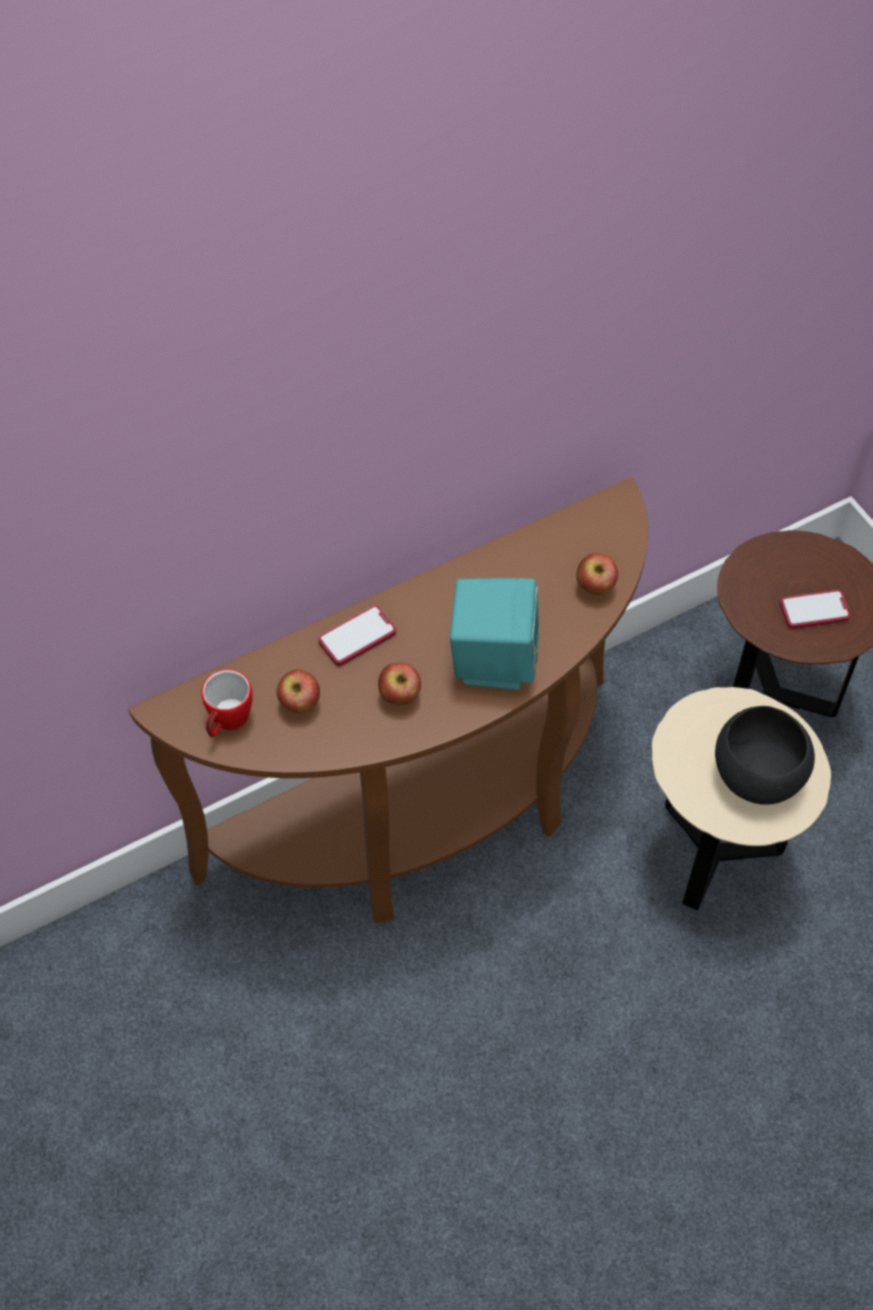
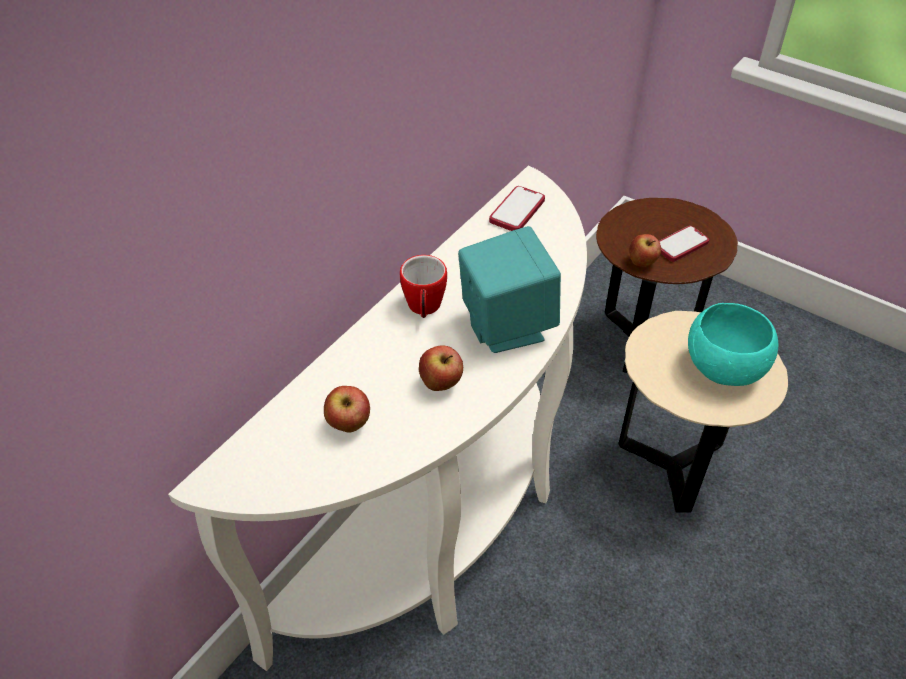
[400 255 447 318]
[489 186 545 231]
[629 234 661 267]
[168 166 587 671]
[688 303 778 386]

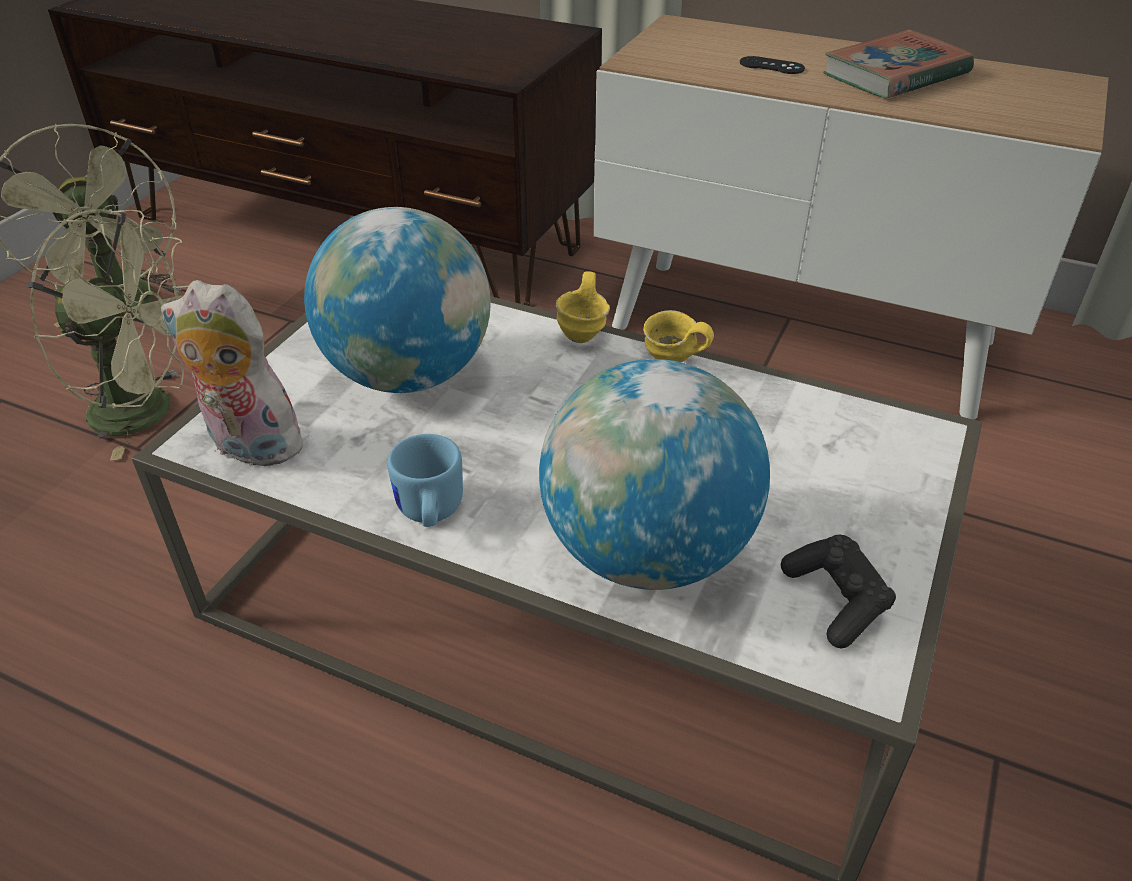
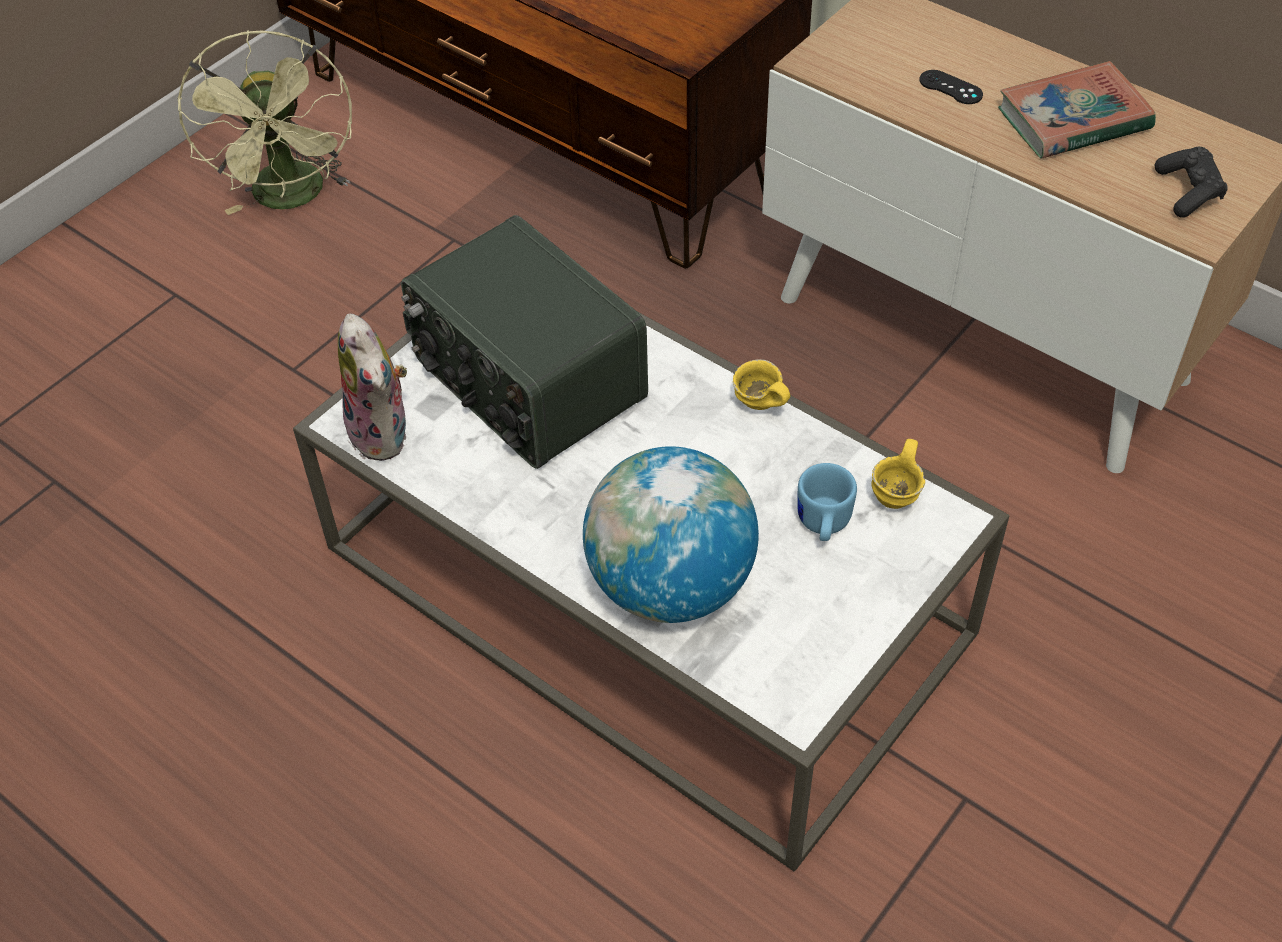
[28 209 189 461] (first image)
[797 463 857 541]
[871 439 925 509]
[1155 147 1228 218]
[401 215 648 469]
[338 313 407 461]

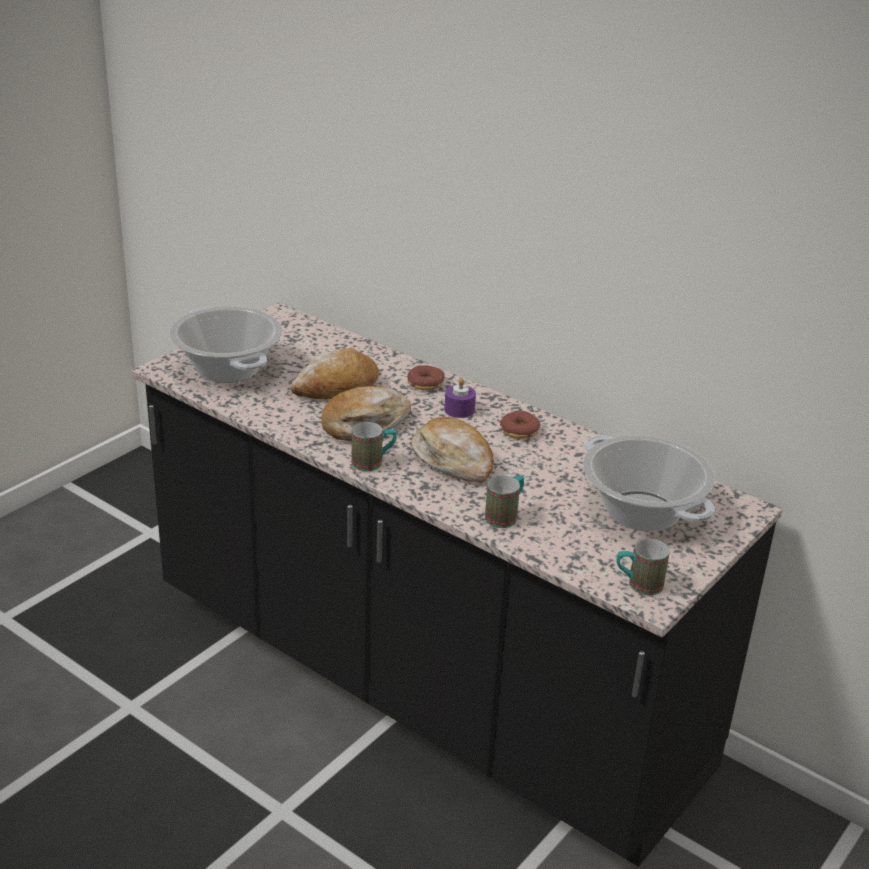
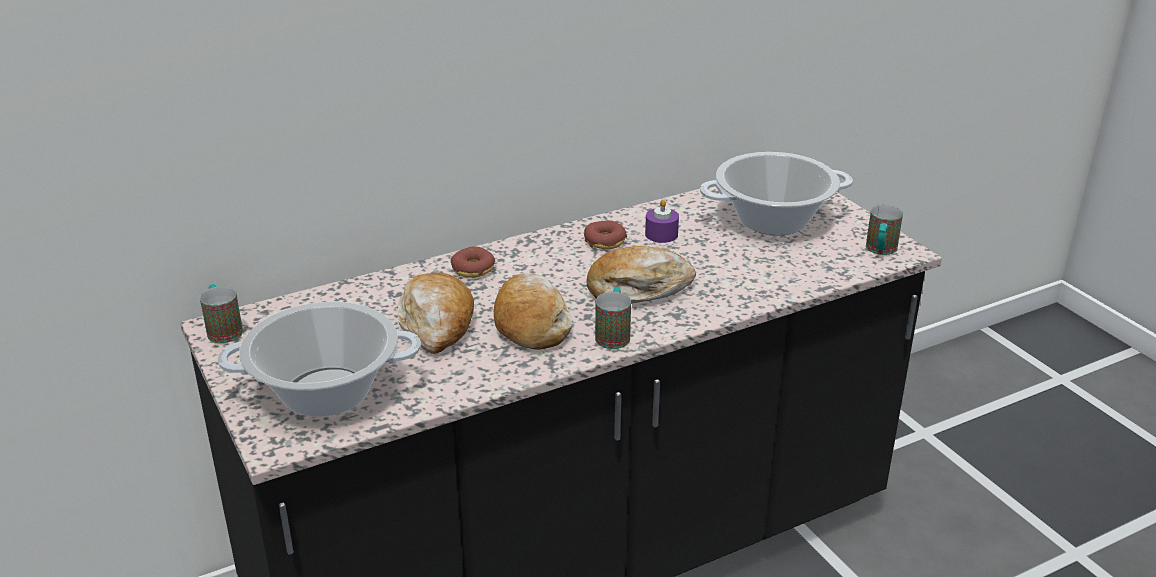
[645 199 679 243]
[200 284 243 343]

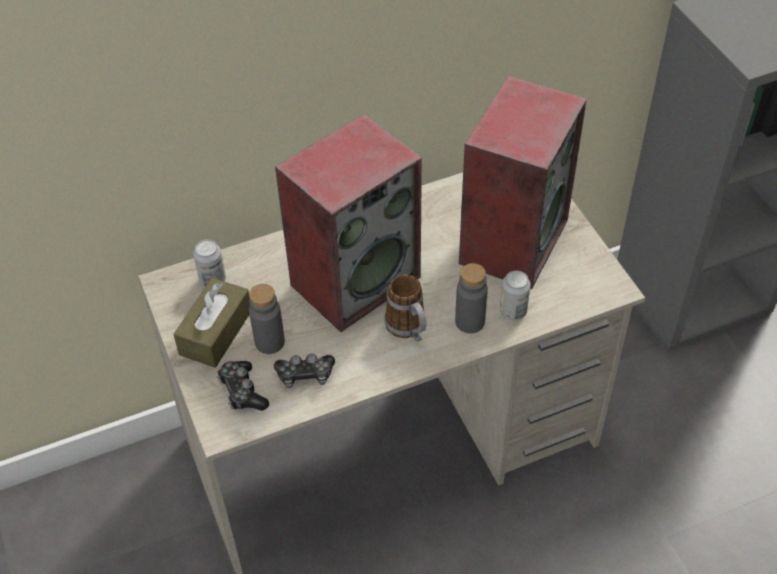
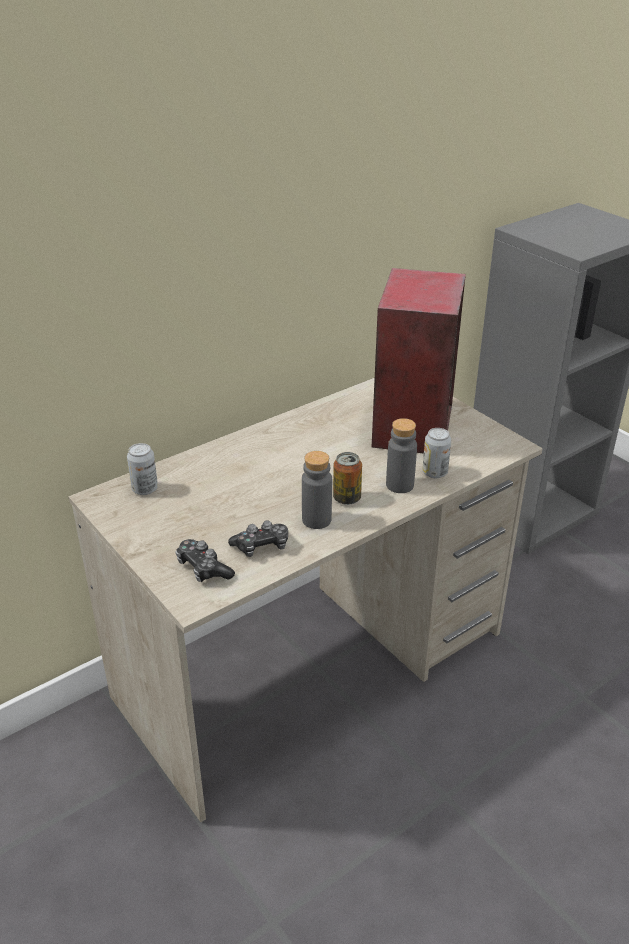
[173 278 250 368] (first image)
[275 114 422 332] (first image)
[302 451 332 529]
[333 452 362 505]

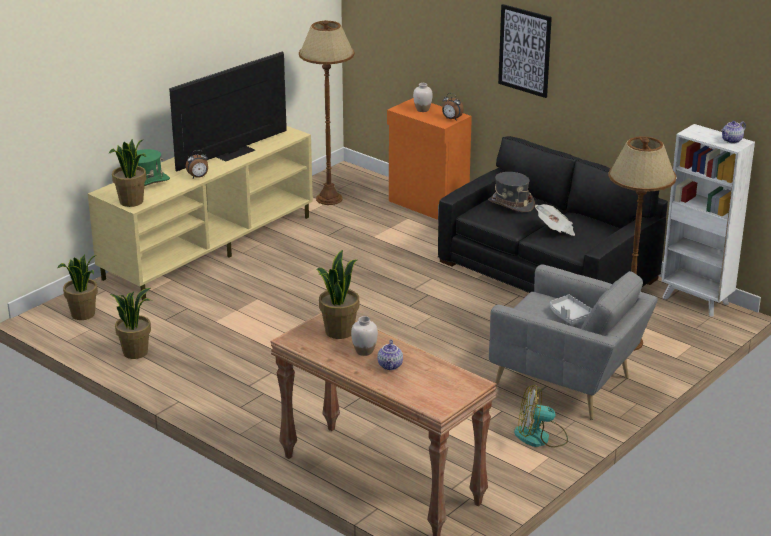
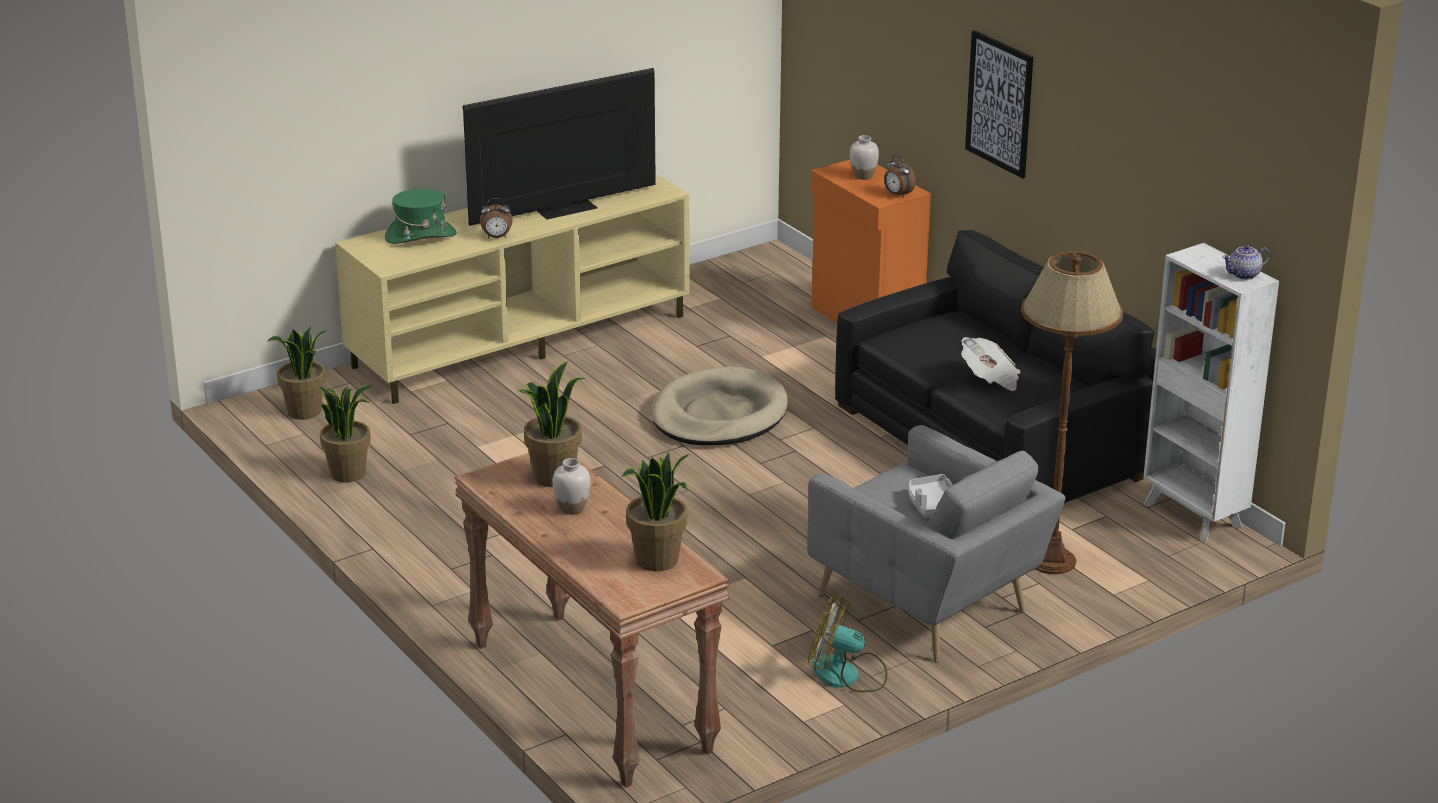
[299 20 355 205] (first image)
[377 340 403 370] (first image)
[488 172 535 213] (first image)
[651 367 788 445]
[621 452 689 572]

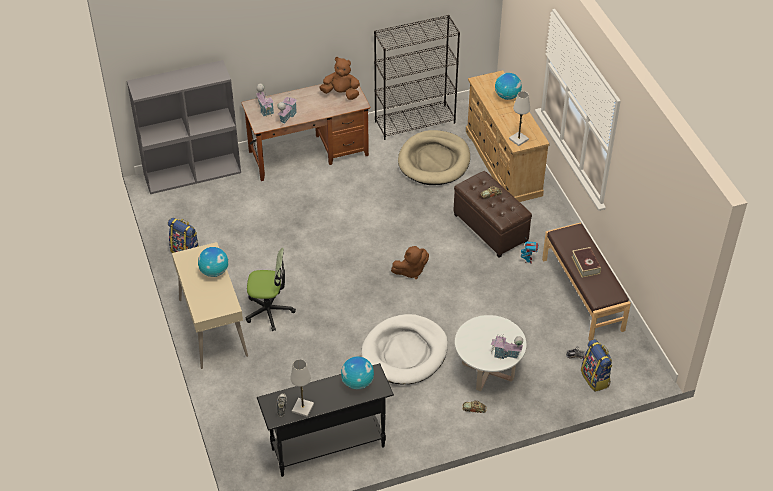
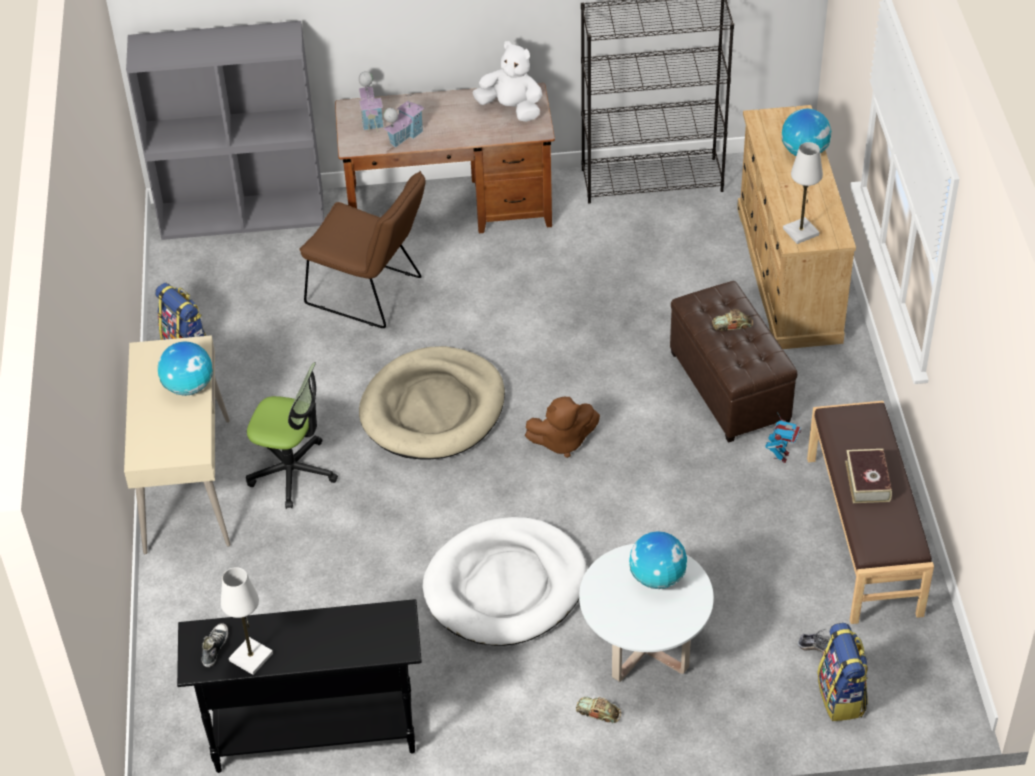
[491 334 523 359] (first image)
[299 171 425 328]
[629 531 687 589]
[359 346 505 460]
[472 41 542 122]

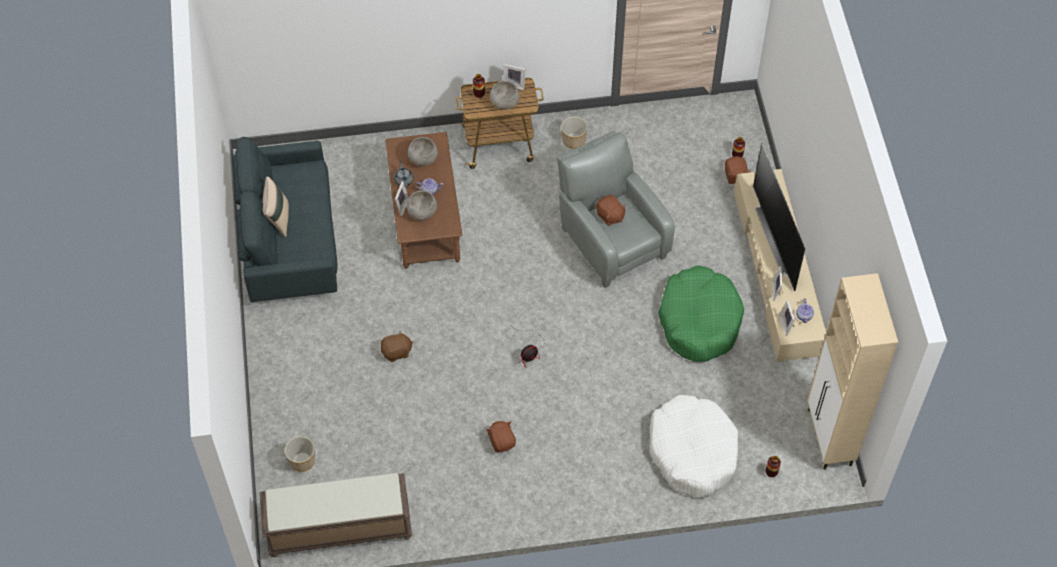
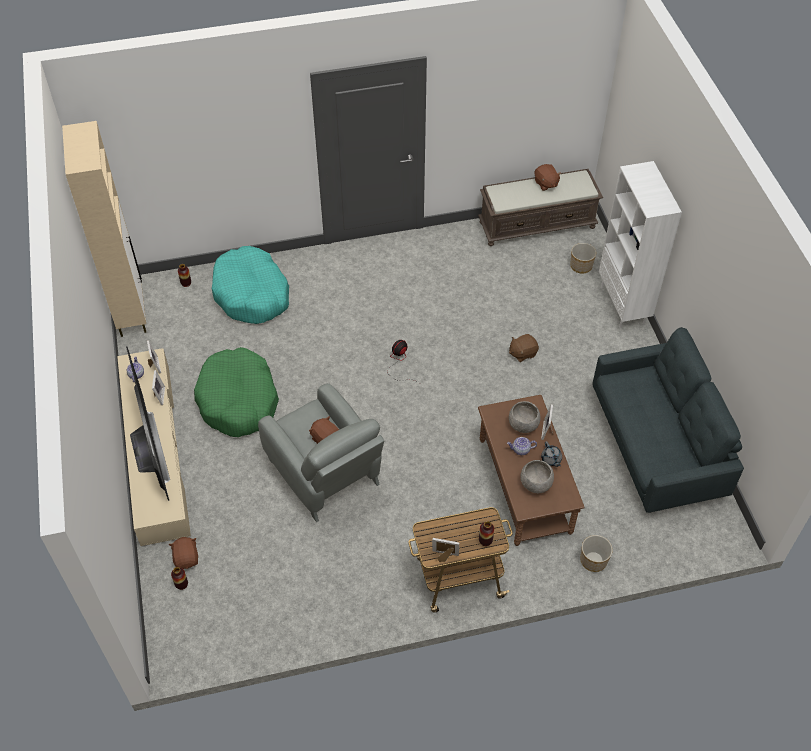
[263 176 289 237] (first image)
[490 81 520 110] (first image)
[599 161 682 328]
[534 164 561 191]
[580 535 613 572]
[212 246 289 324]

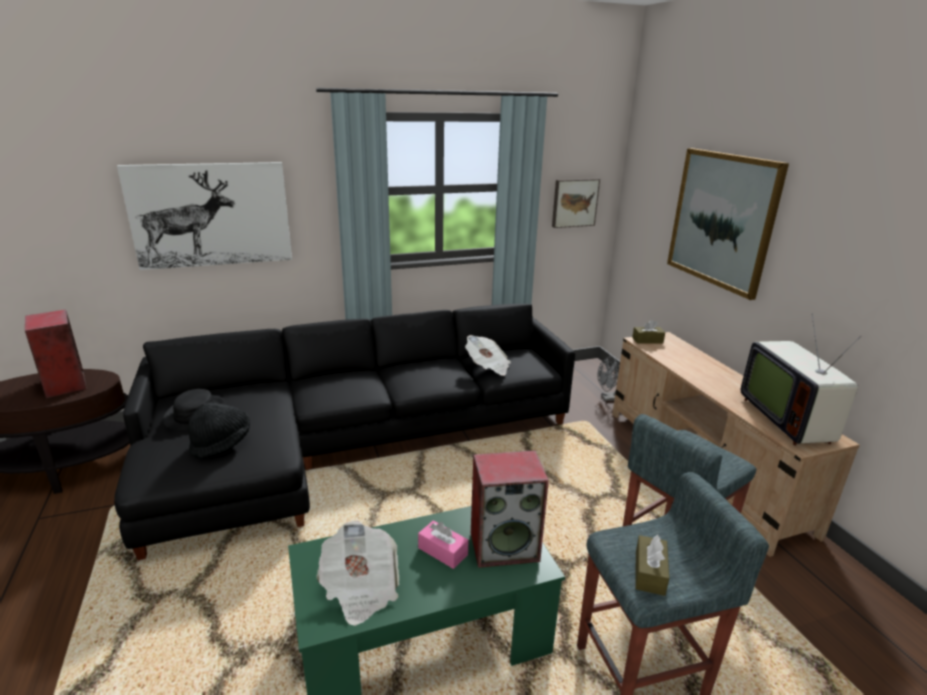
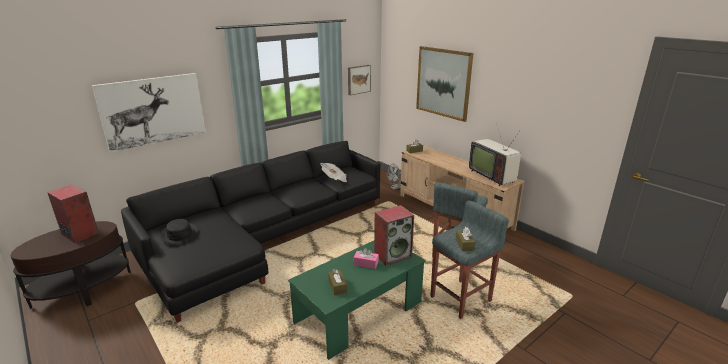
[188 402 250 458] (first image)
[328 269 347 295]

